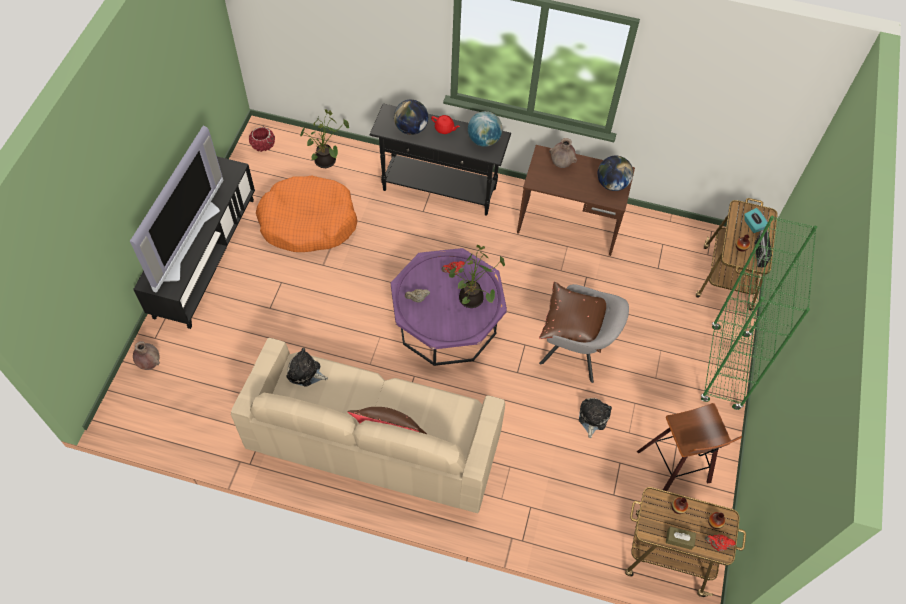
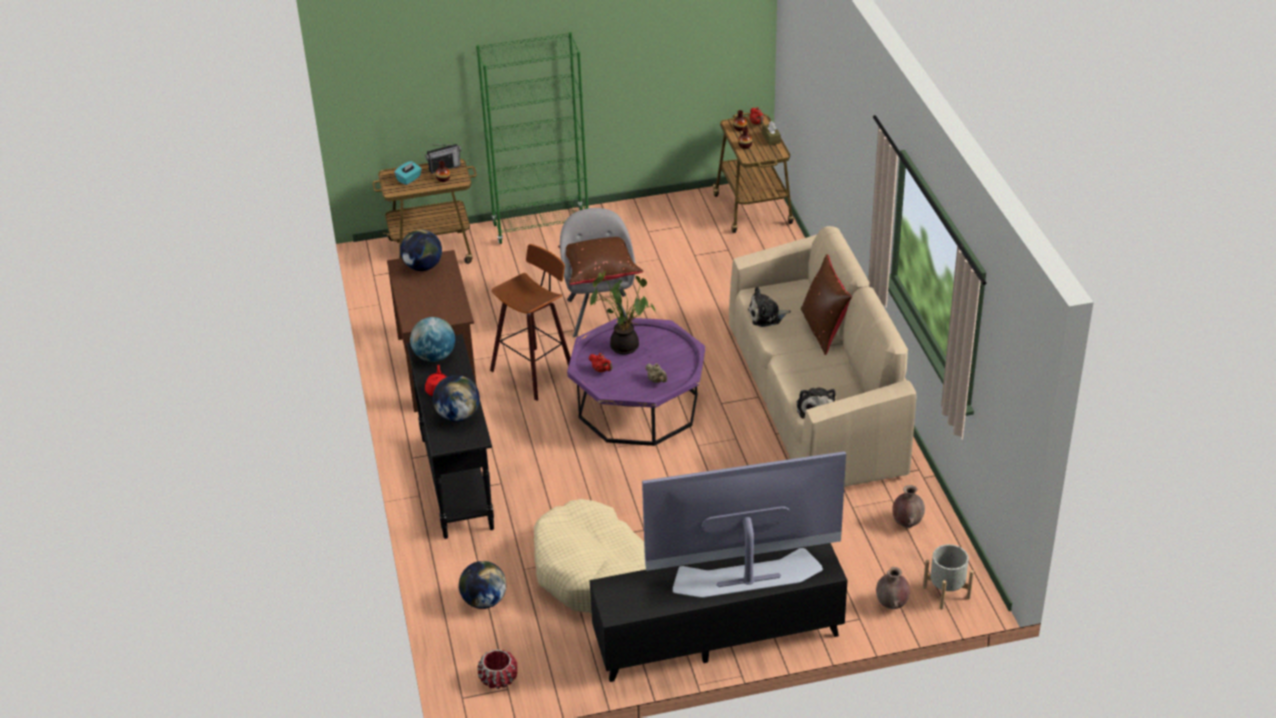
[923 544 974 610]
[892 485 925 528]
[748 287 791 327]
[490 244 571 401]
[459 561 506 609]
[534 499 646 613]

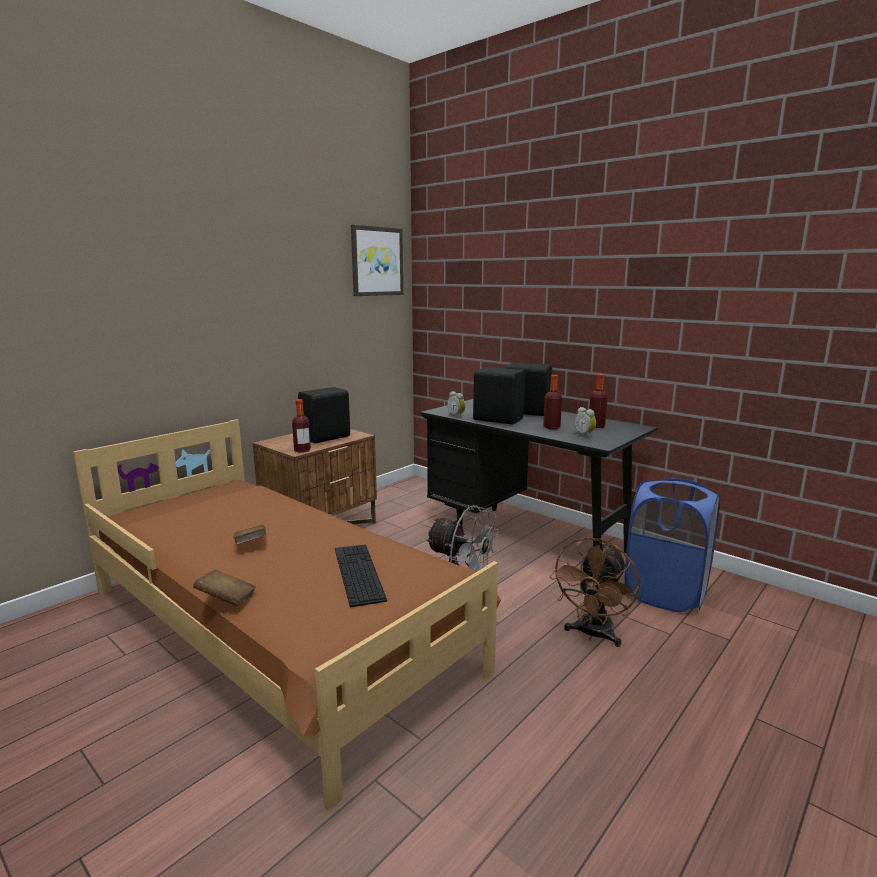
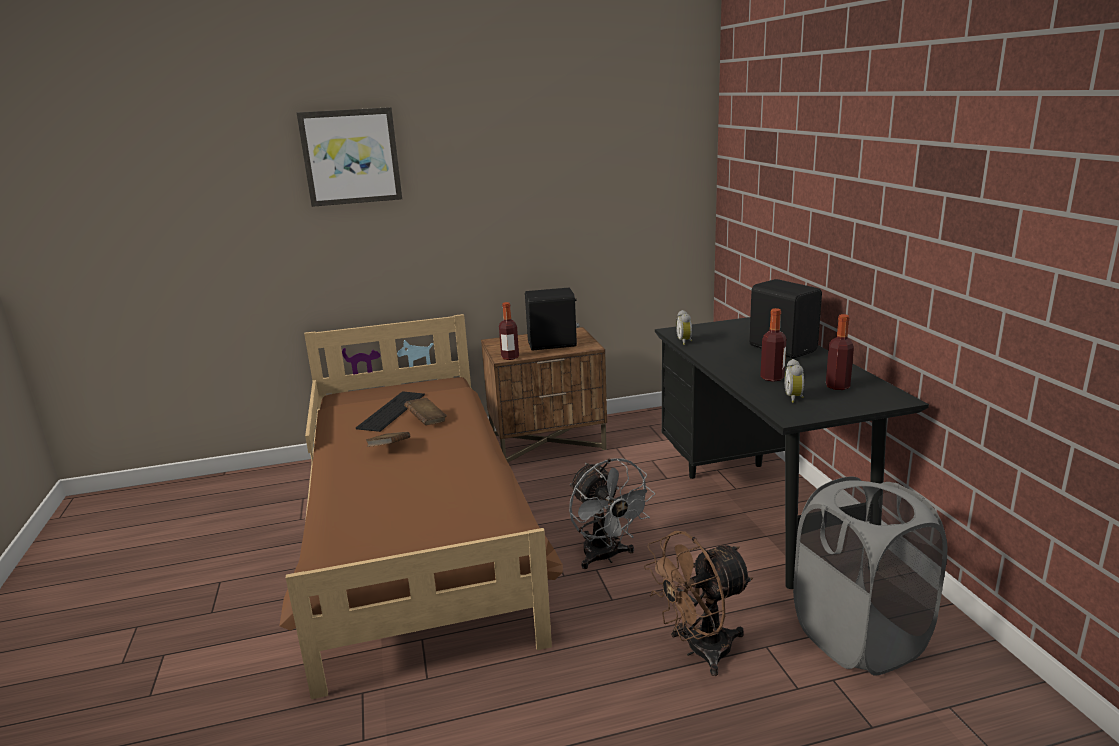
[473 367 525 425] (first image)
[404 397 447 425]
[356 391 425 432]
[296 107 402 207]
[793 476 948 676]

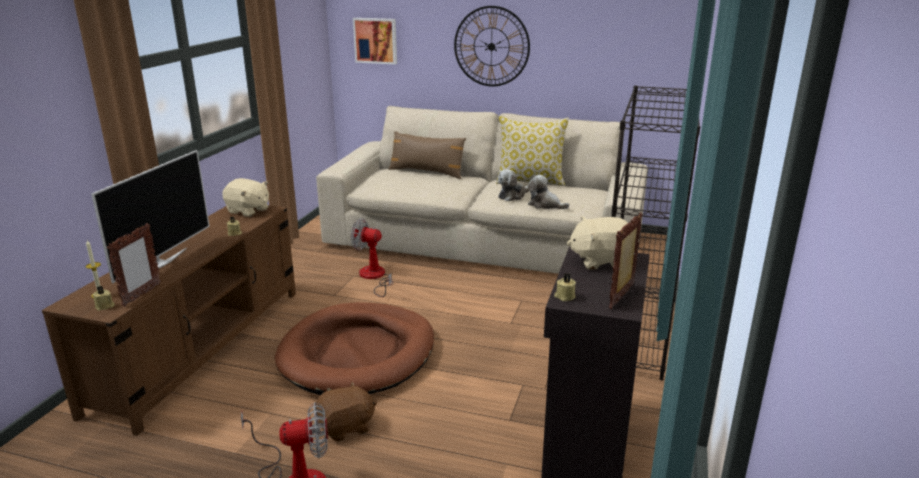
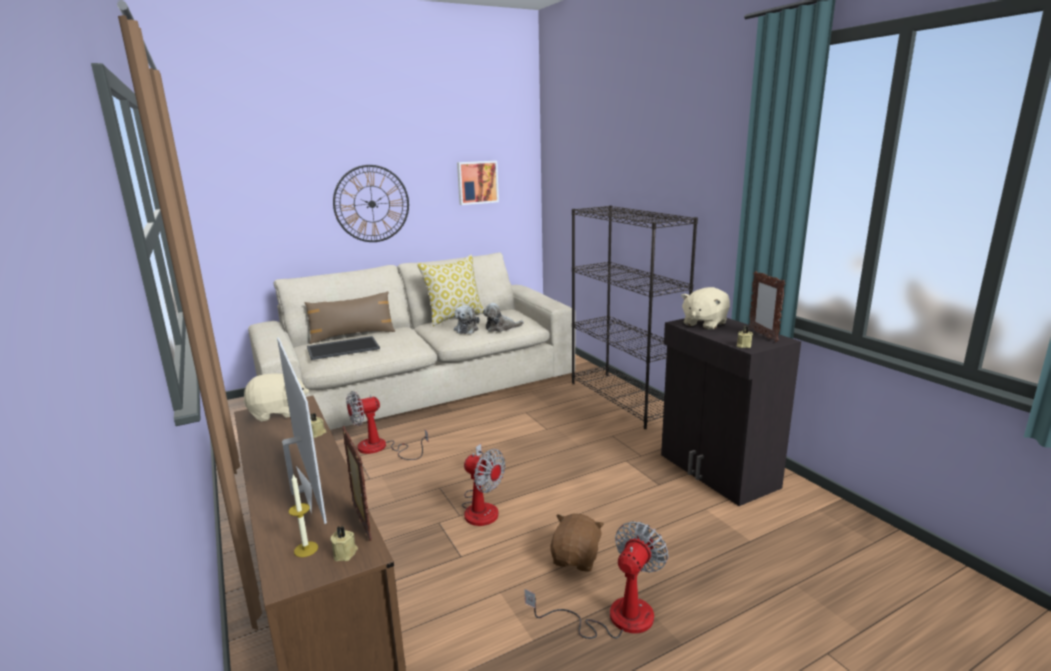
[307 336 380 360]
[457 161 499 205]
[462 444 505 526]

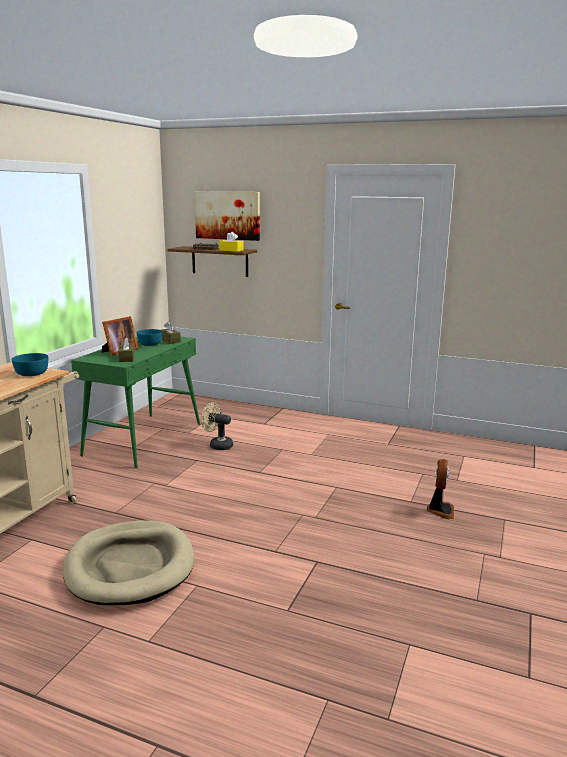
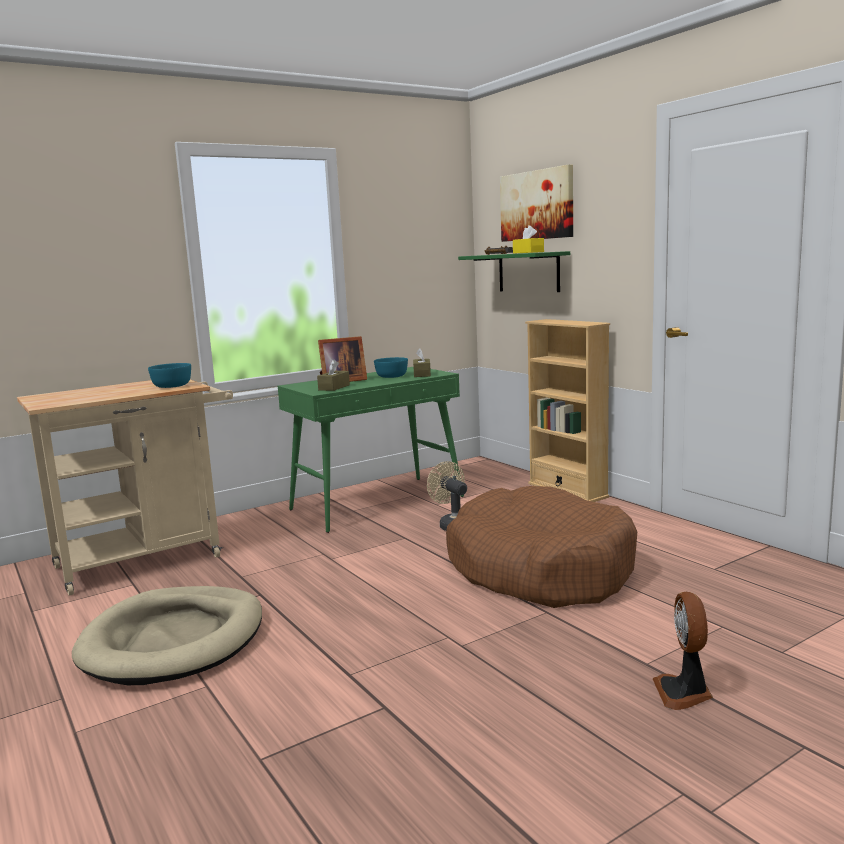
[446 486 637 608]
[525 319 610 502]
[458 251 570 292]
[653 592 713 710]

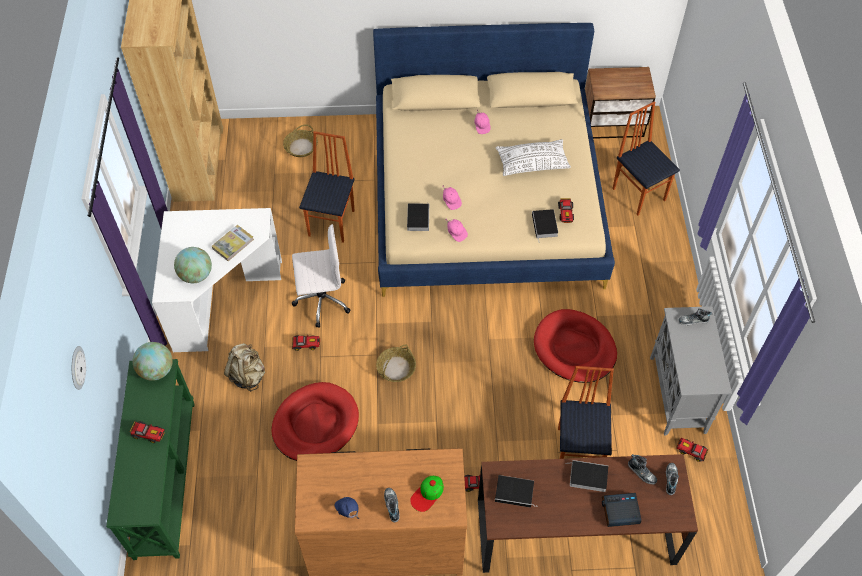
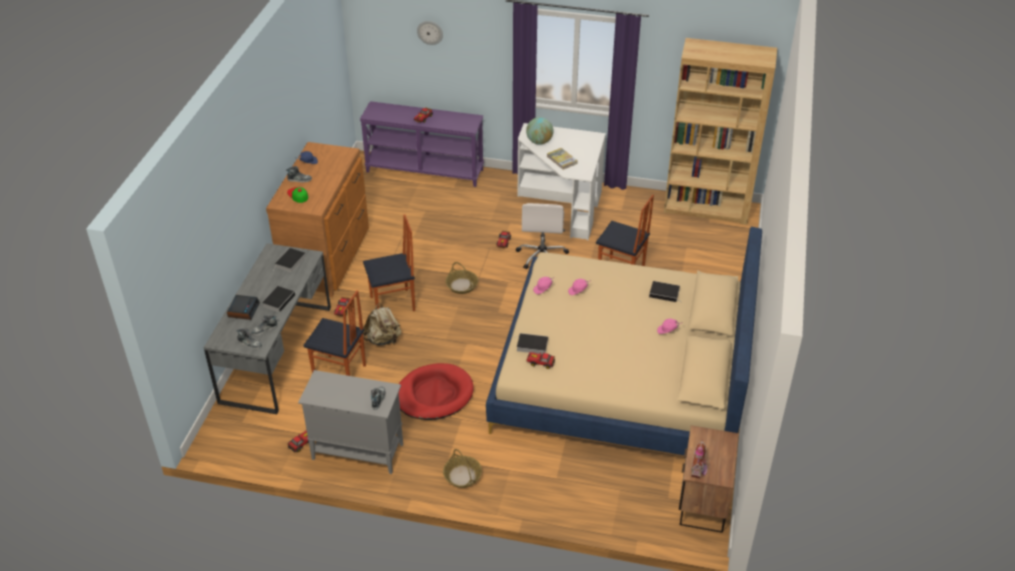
[133 342 173 381] (first image)
[271 382 359 461] (first image)
[496 139 571 176] (first image)
[691 440 707 479]
[363 303 401 346]
[443 449 482 488]
[649 281 682 302]
[363 214 415 311]
[360 101 484 187]
[204 243 331 415]

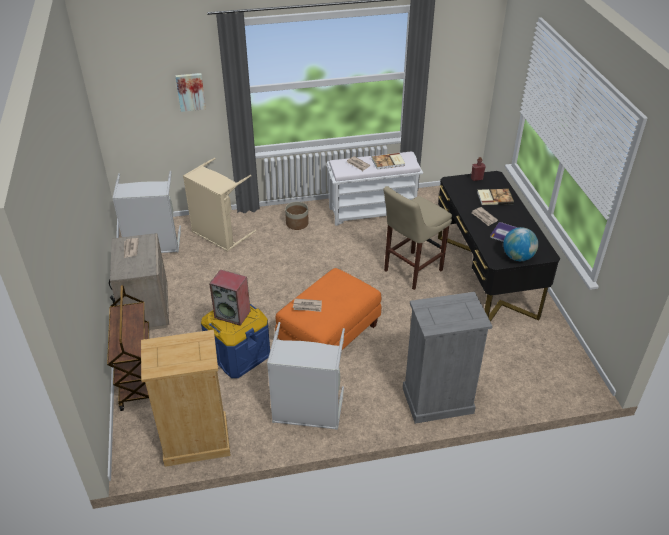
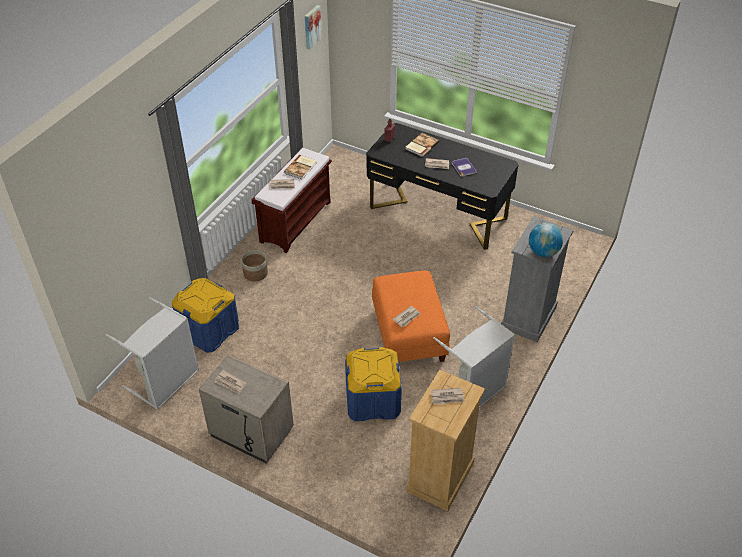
[107 285 149 411] (first image)
[209 270 251 326] (first image)
[384 186 452 290] (first image)
[430 388 465 405]
[305 5 322 50]
[529 223 563 257]
[172 278 239 353]
[252 148 332 253]

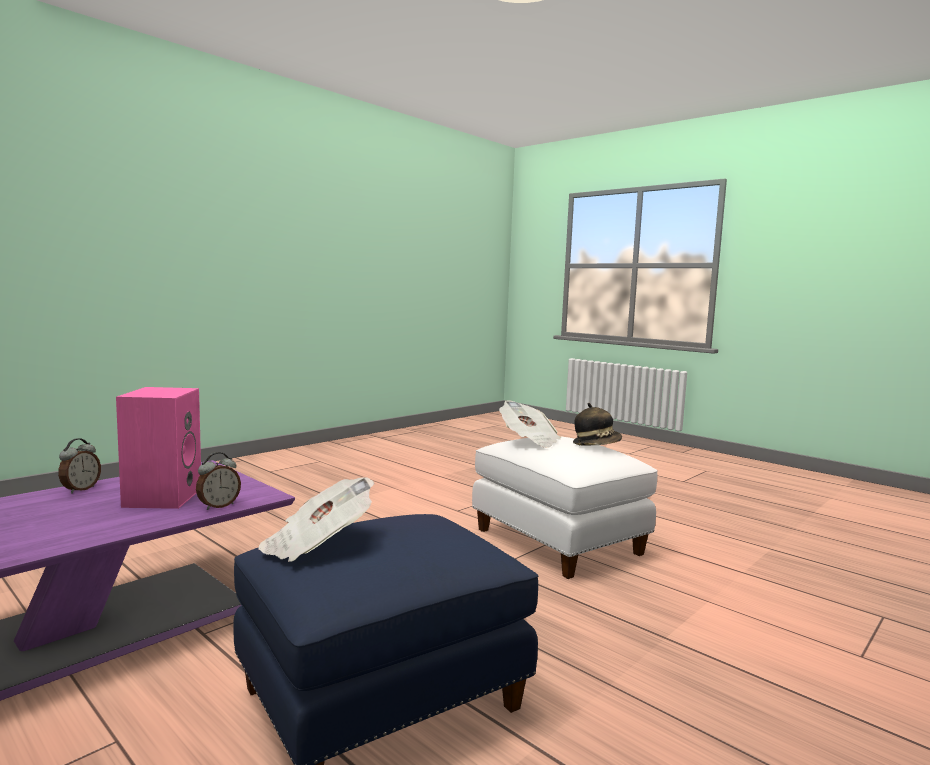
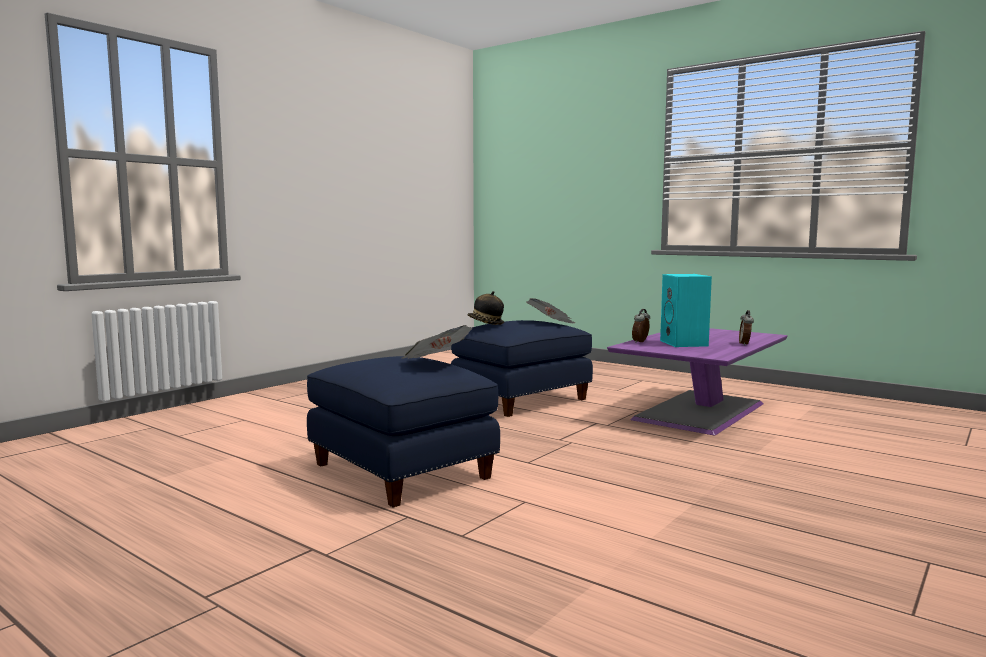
[467 291 504 325]
[660 274 712 347]
[307 356 500 507]

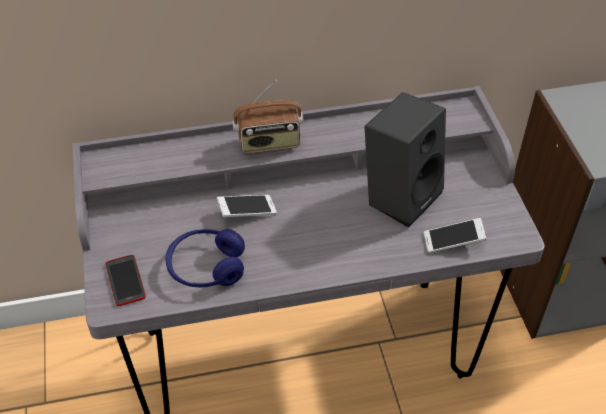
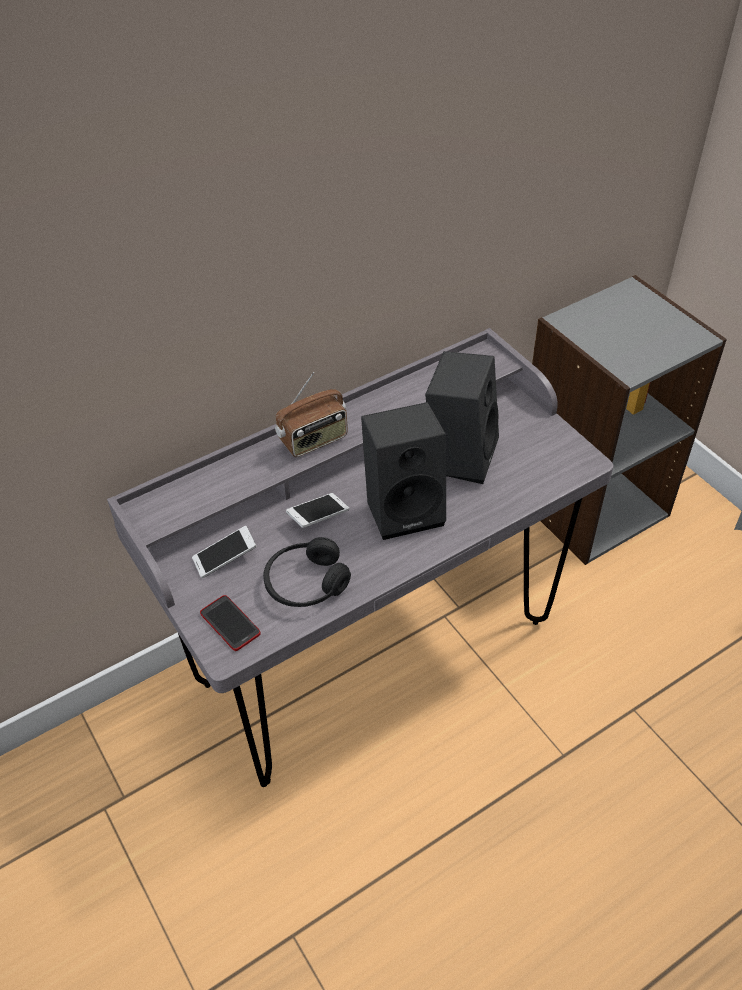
[361 402 446 540]
[192 526 257 578]
[263 537 351 607]

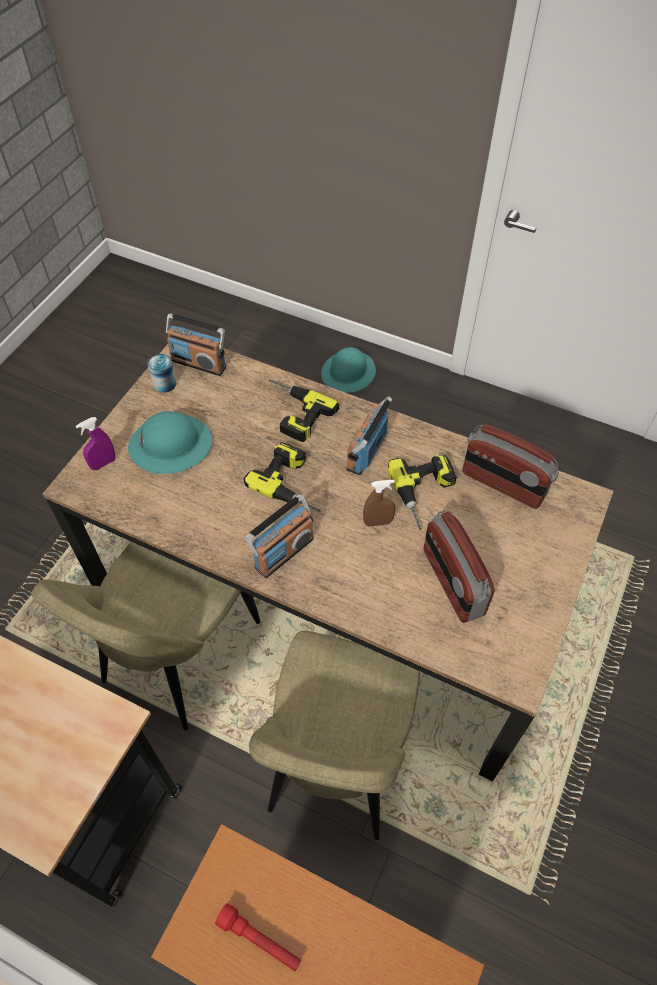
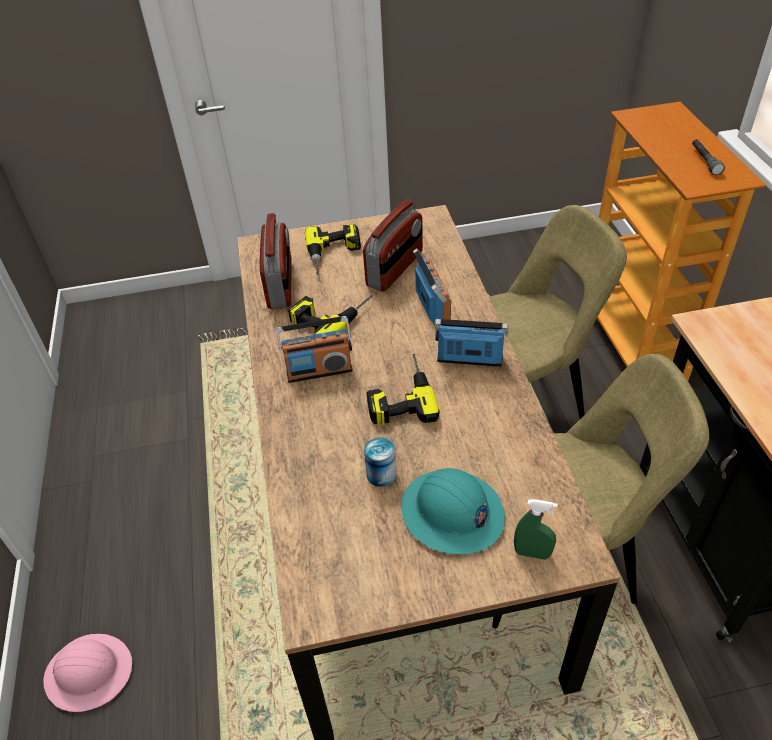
[363 480 395 526] (first image)
[364 437 397 487]
[413 248 451 325]
[305 224 361 275]
[514 499 558 559]
[692 139 725 175]
[43 634 132 712]

